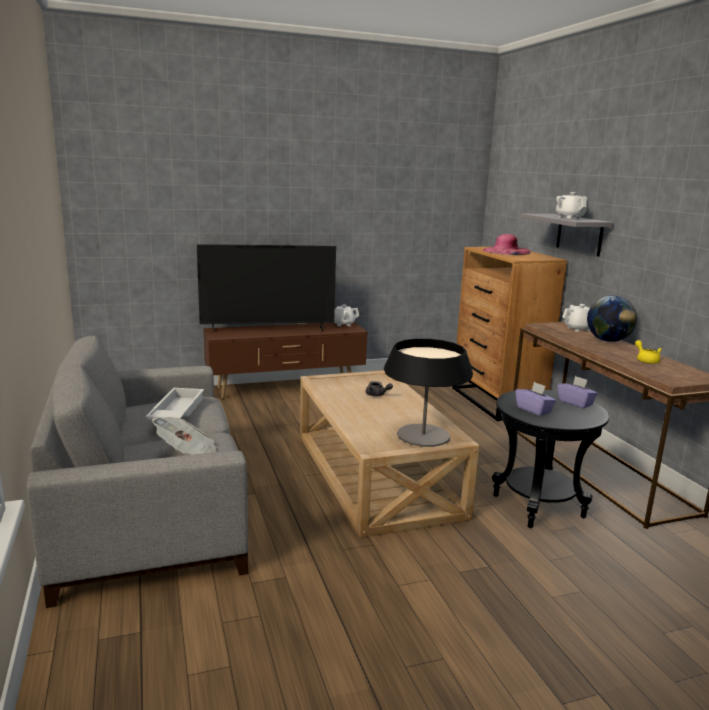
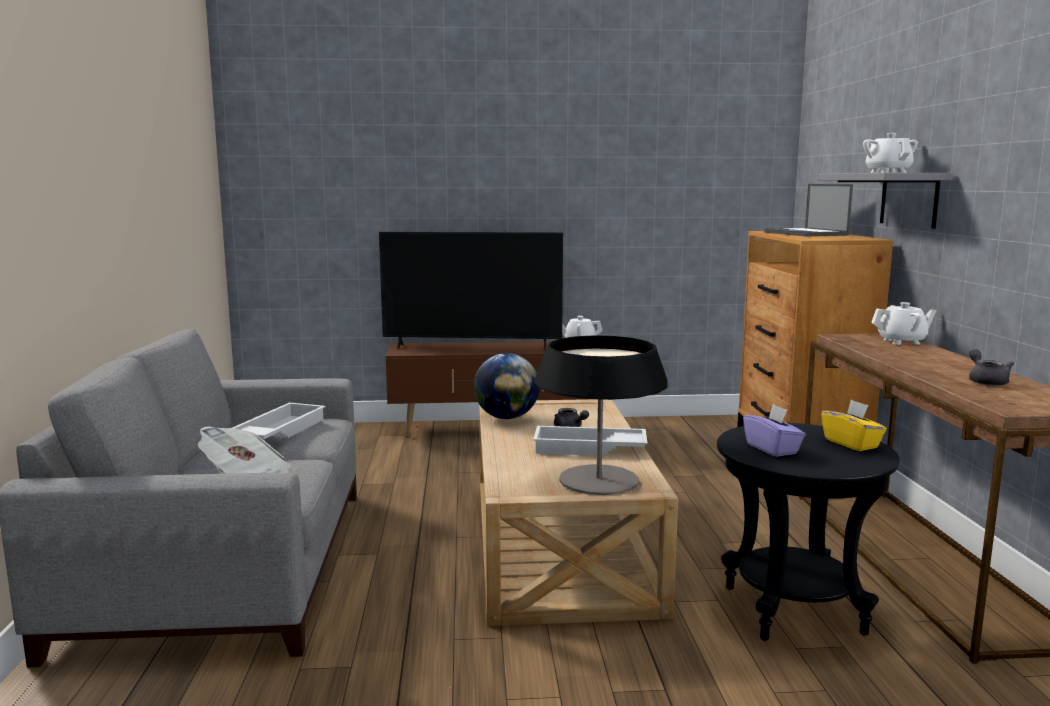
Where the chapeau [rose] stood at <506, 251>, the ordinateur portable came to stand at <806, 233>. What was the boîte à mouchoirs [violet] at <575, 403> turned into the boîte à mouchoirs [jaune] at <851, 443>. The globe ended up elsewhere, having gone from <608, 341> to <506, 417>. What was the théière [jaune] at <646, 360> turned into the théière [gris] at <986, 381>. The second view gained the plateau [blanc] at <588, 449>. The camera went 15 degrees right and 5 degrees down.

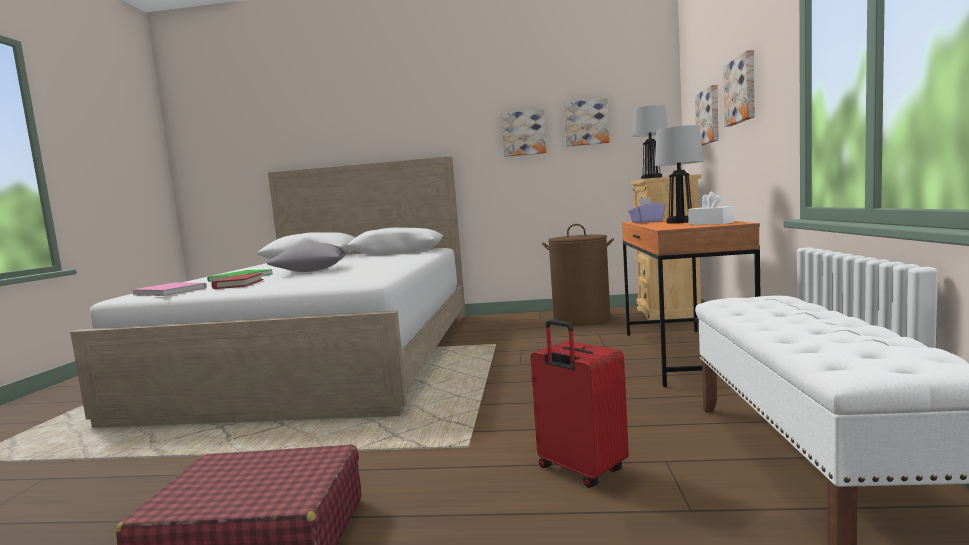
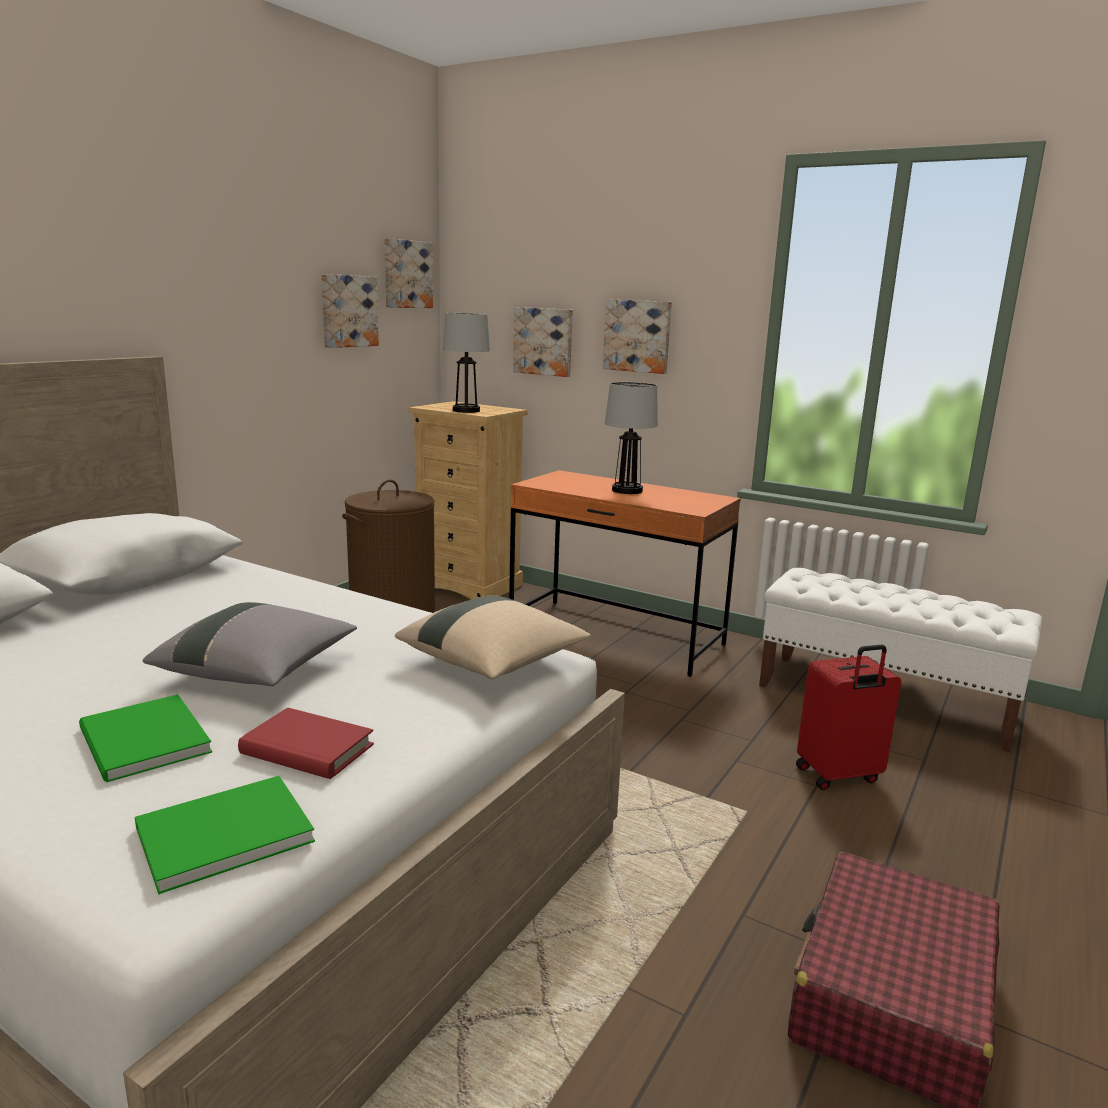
What was the livre [rose] at <170, 291> turned into the livre [vert] at <218, 834>. The tableau ended up elsewhere, having gone from <524, 133> to <406, 274>. The second view lost the boîte à mouchoirs [violet] at <647, 222>. The second view lost the boîte à mouchoirs [blanc] at <710, 223>. The second view gained the coussin [beige] at <494, 662>. The camera went 65 degrees left and 10 degrees up.

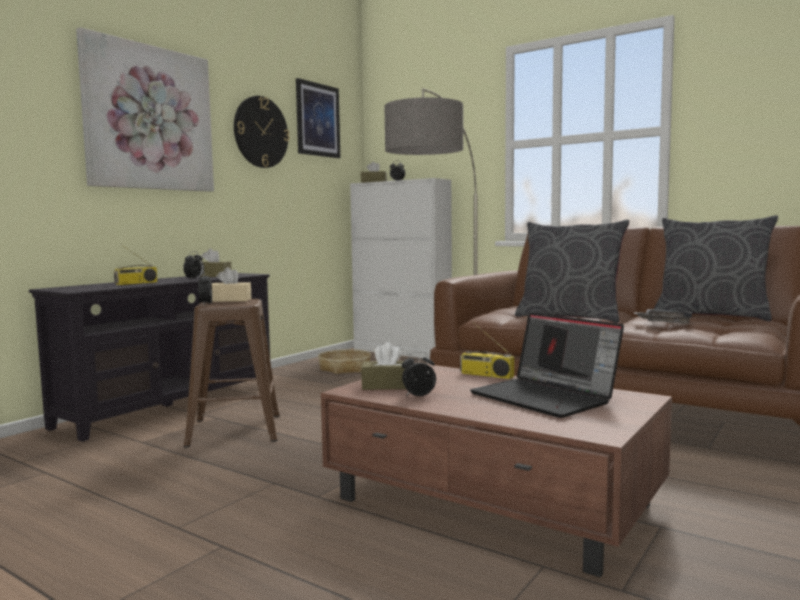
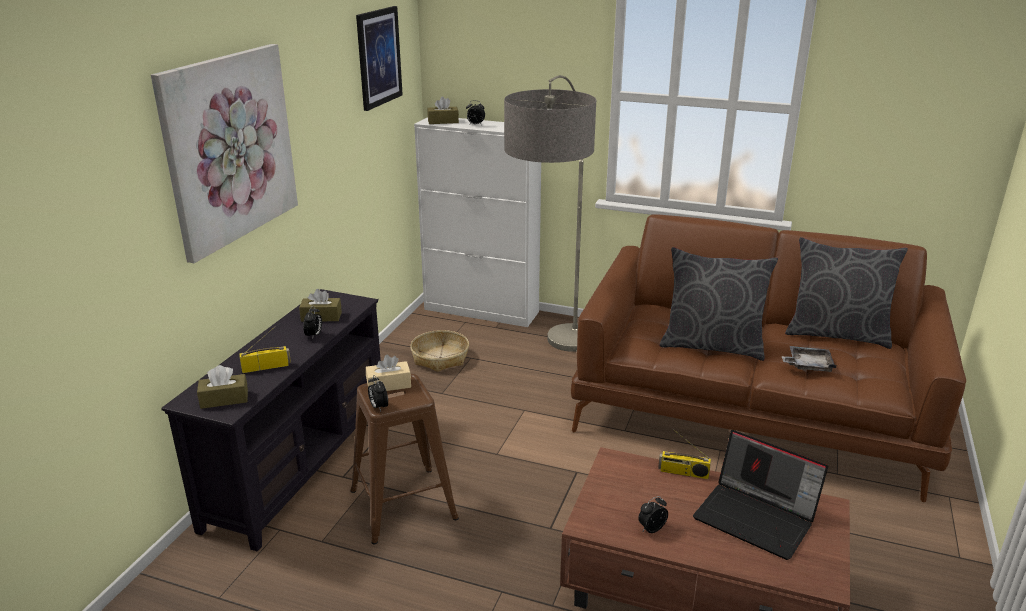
The radio at <136, 283> ended up facing another way, 135 degrees counterclockwise from before. The second view lost the horloge murale at <261, 132>. The boîte à mouchoirs [marron] ended up elsewhere, having gone from <388, 386> to <224, 399>. The camera went 15 degrees left and 20 degrees up.

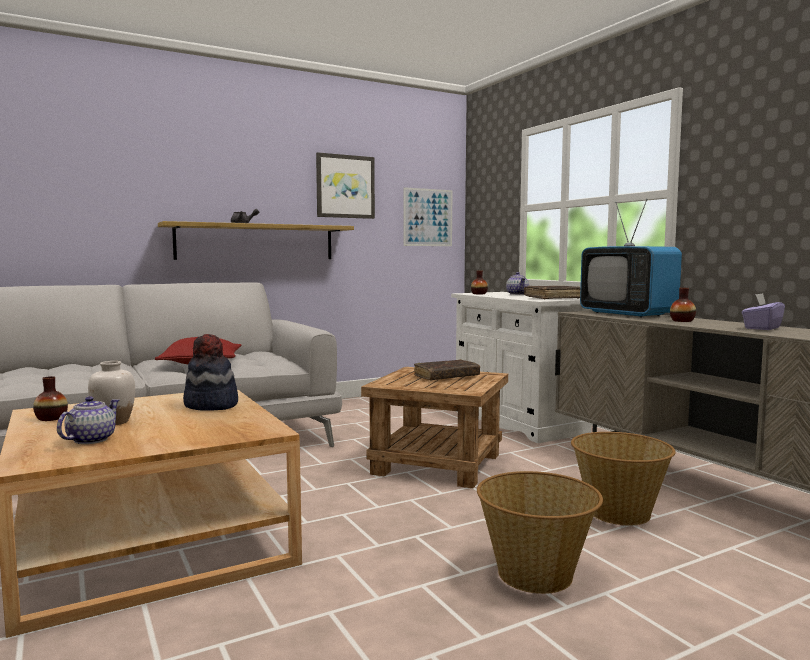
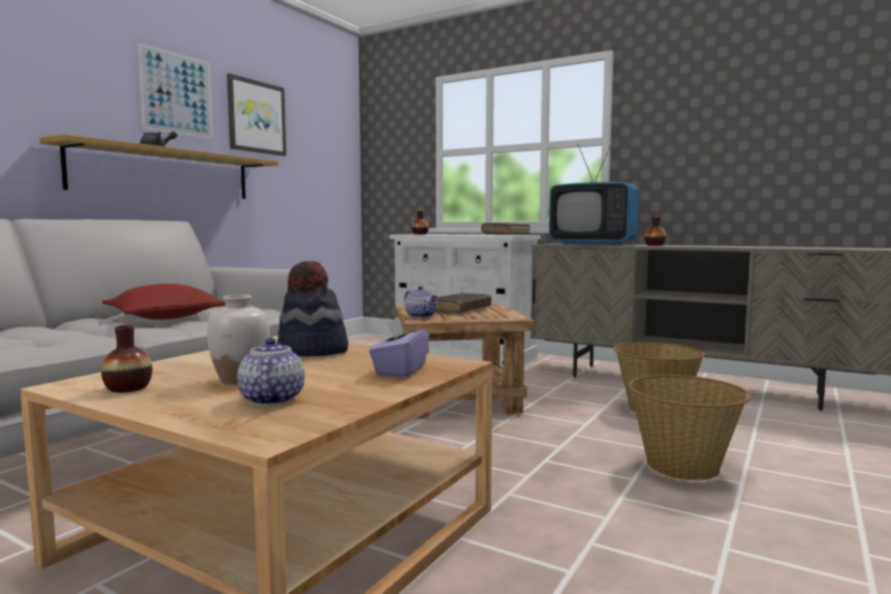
The tableau ended up elsewhere, having gone from <428, 217> to <177, 94>. The théière ended up elsewhere, having gone from <517, 294> to <420, 316>. The boîte à mouchoirs [violet] ended up elsewhere, having gone from <761, 328> to <400, 371>. The camera went 30 degrees left and 0 degrees up.

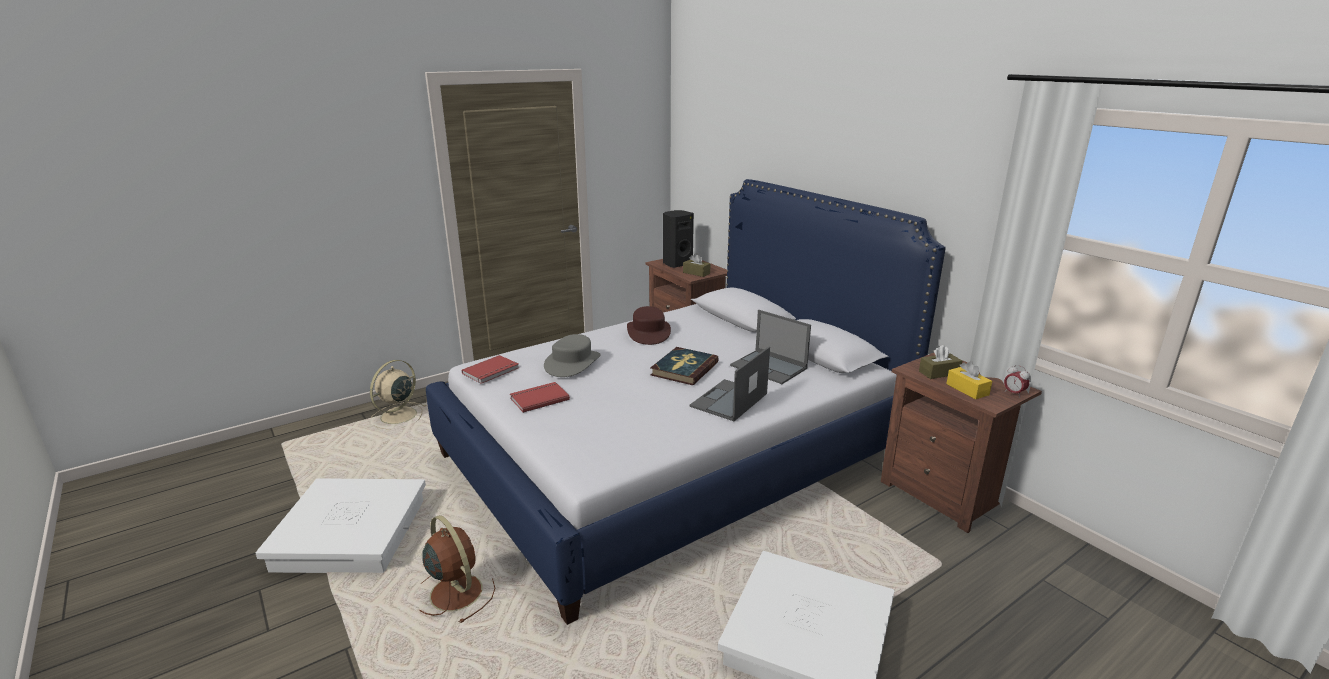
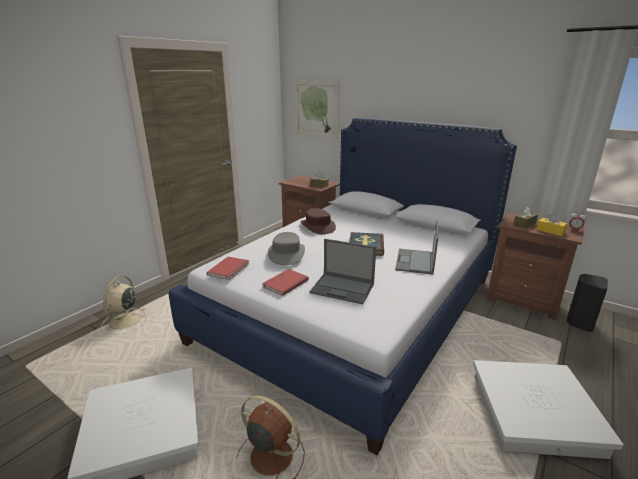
The enceinte [noir] ended up elsewhere, having gone from <677, 264> to <579, 323>. The ordinateur portable ended up elsewhere, having gone from <769, 367> to <343, 288>. The second view gained the tableau at <316, 109>. The camera went 20 degrees left and 0 degrees up.

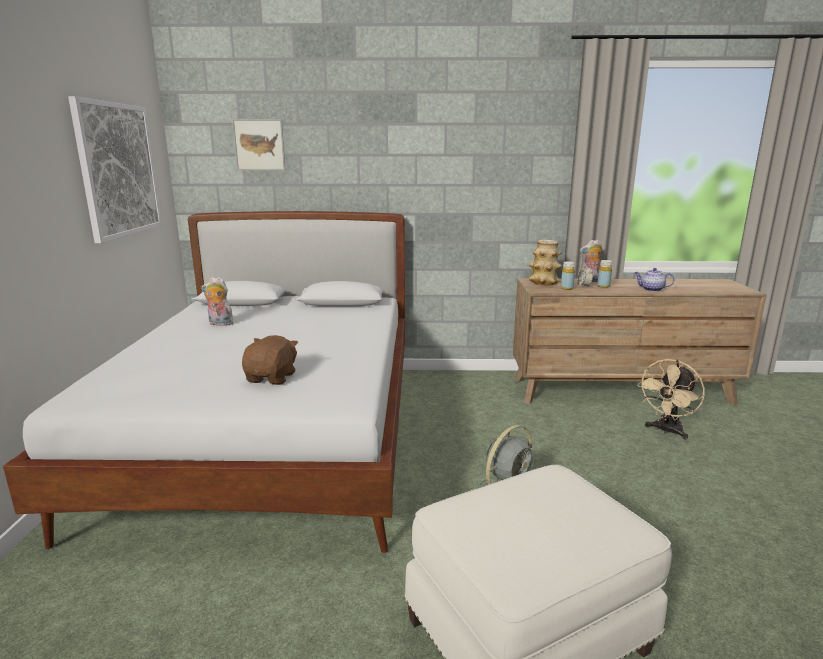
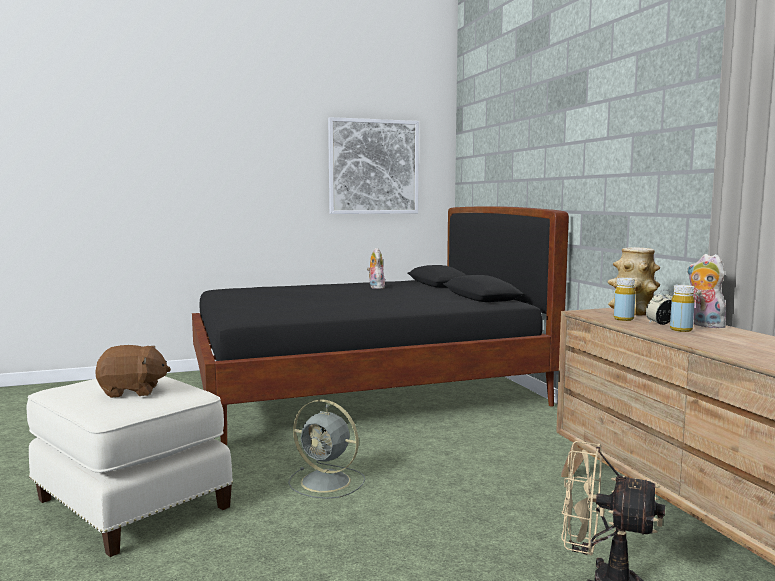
What was the lit [blanc] at <275, 437> turned into the lit [noir] at <363, 390>. The second view lost the tableau at <259, 145>. The peluche [marron] ended up elsewhere, having gone from <272, 378> to <132, 391>. The second view lost the théière at <651, 289>. The camera went 70 degrees right and 10 degrees down.

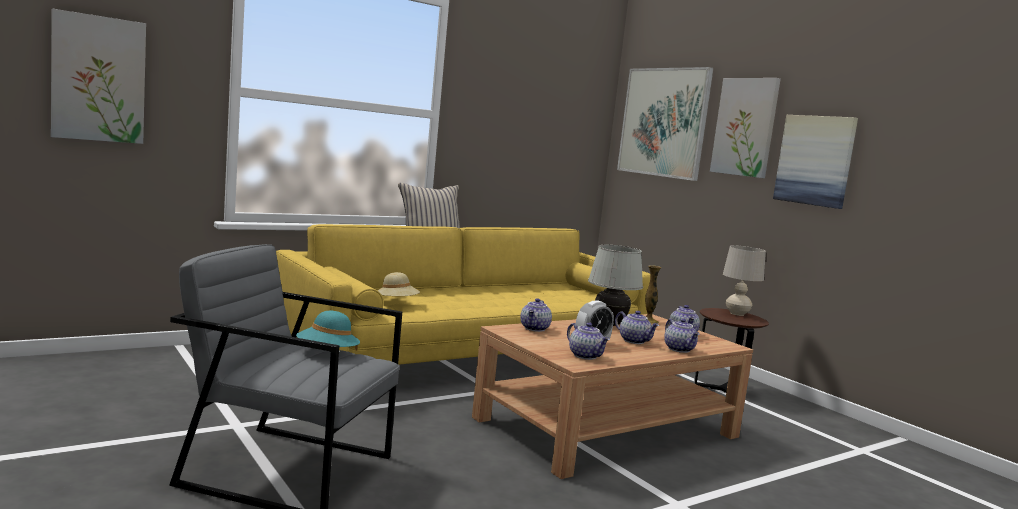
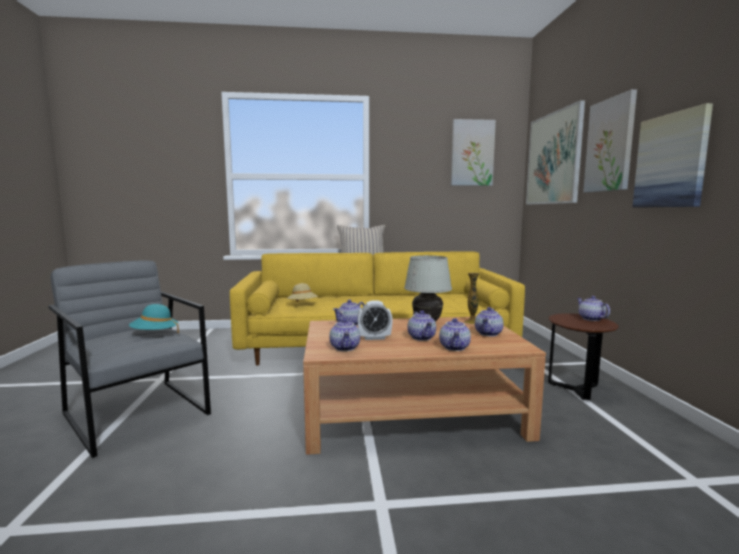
The tableau ended up elsewhere, having gone from <98, 79> to <472, 153>. Where the lampe de table [beige] stood at <737, 314>, the théière came to stand at <590, 319>. The camera went 30 degrees right and 0 degrees up.

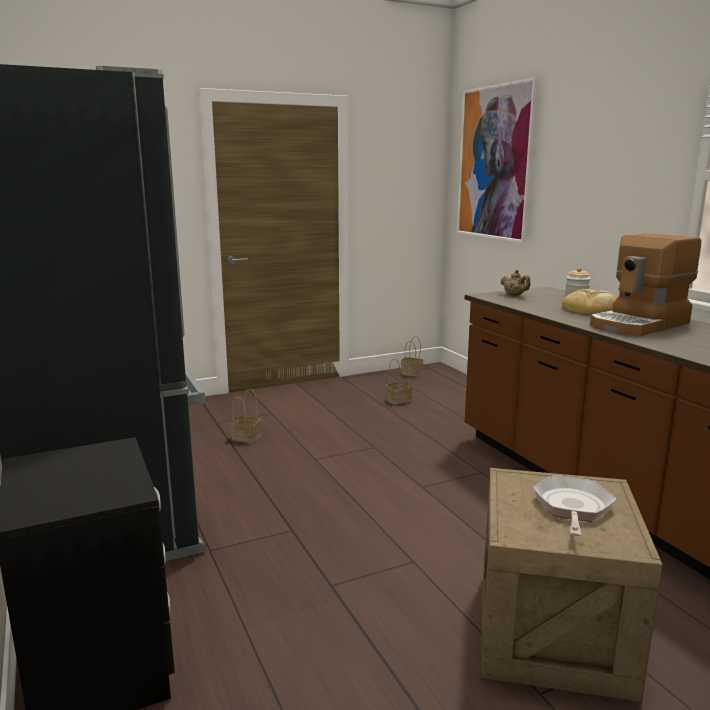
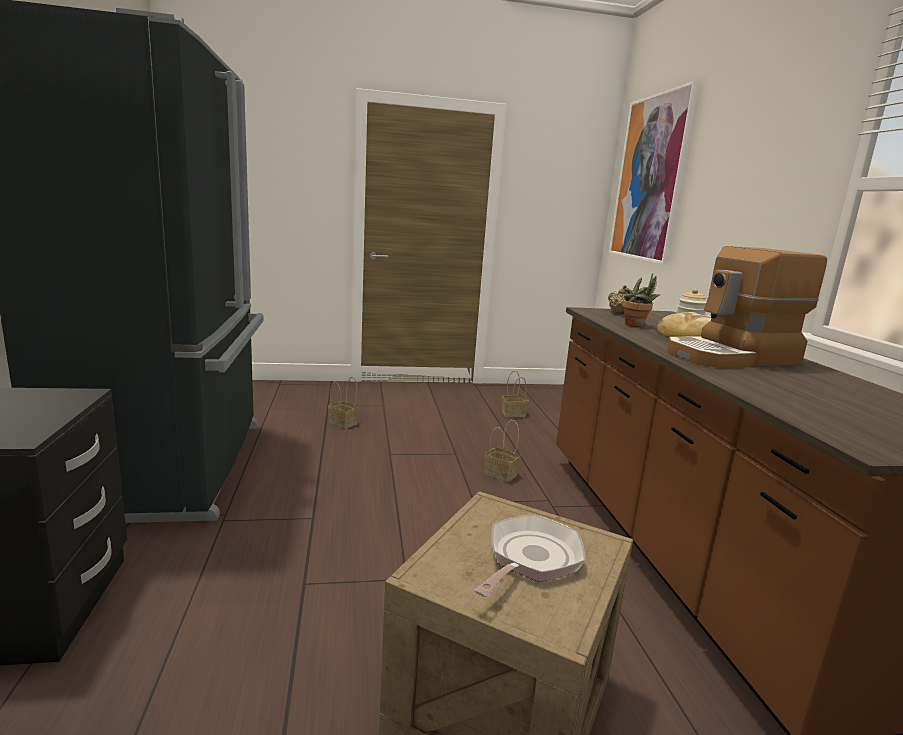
The panier ended up elsewhere, having gone from <412, 373> to <501, 474>. The second view gained the plante en pot at <636, 325>. The camera went 15 degrees right and 0 degrees up.

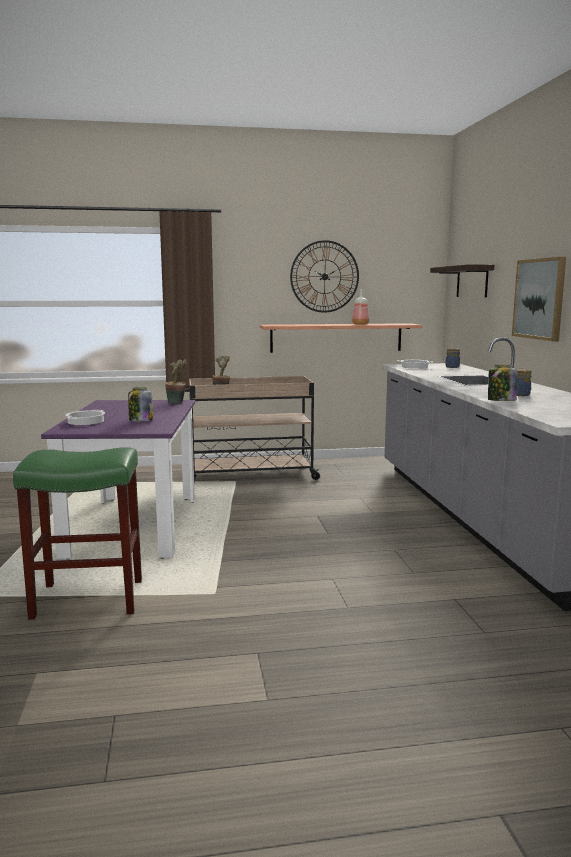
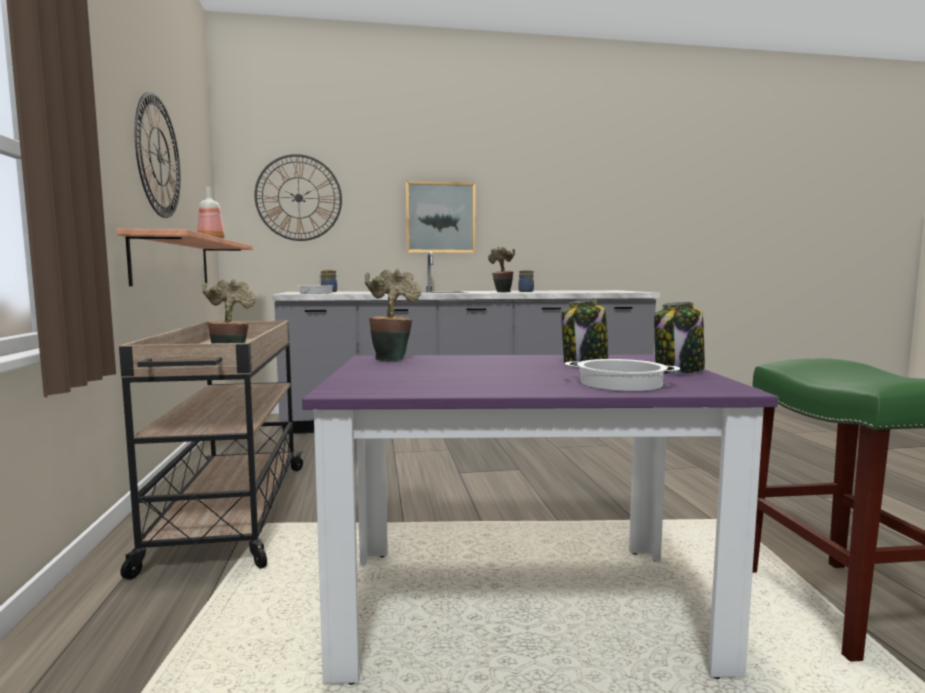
Where the étagère hung at <472, 281>, the horloge murale came to hang at <298, 198>. The bocal ended up elsewhere, having gone from <501, 400> to <678, 371>. The second view gained the plante en pot at <502, 292>. The camera went 90 degrees left and 5 degrees down.

